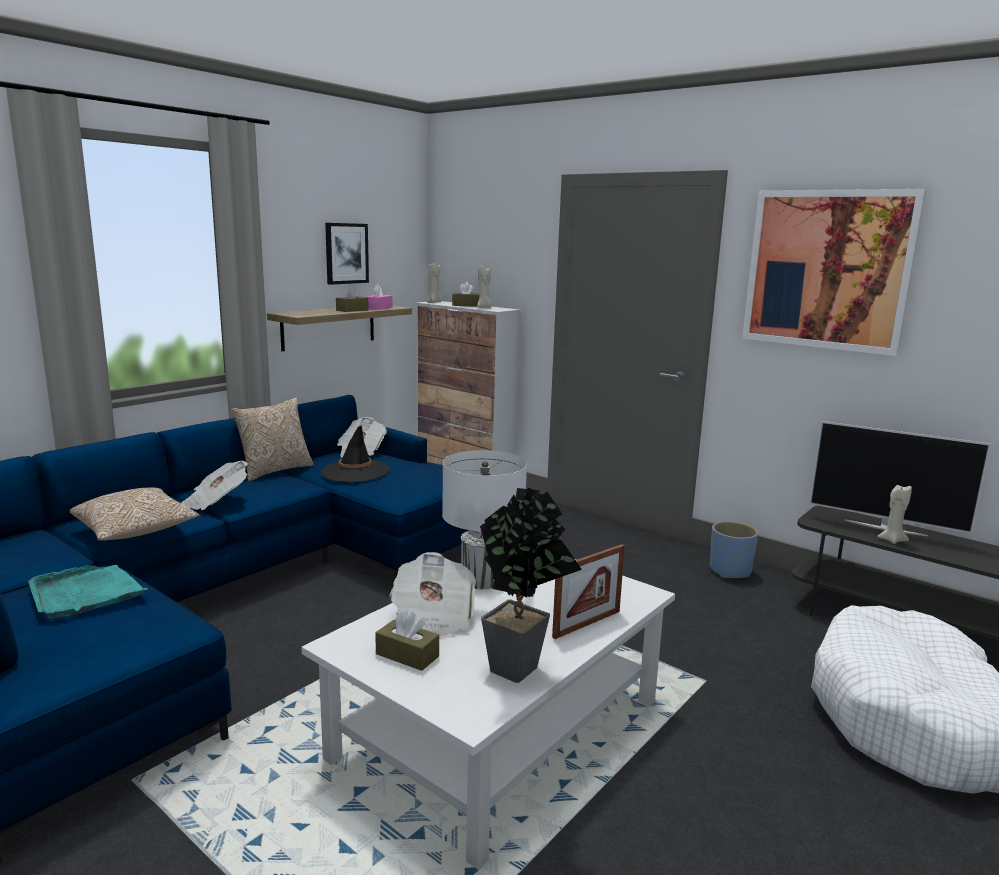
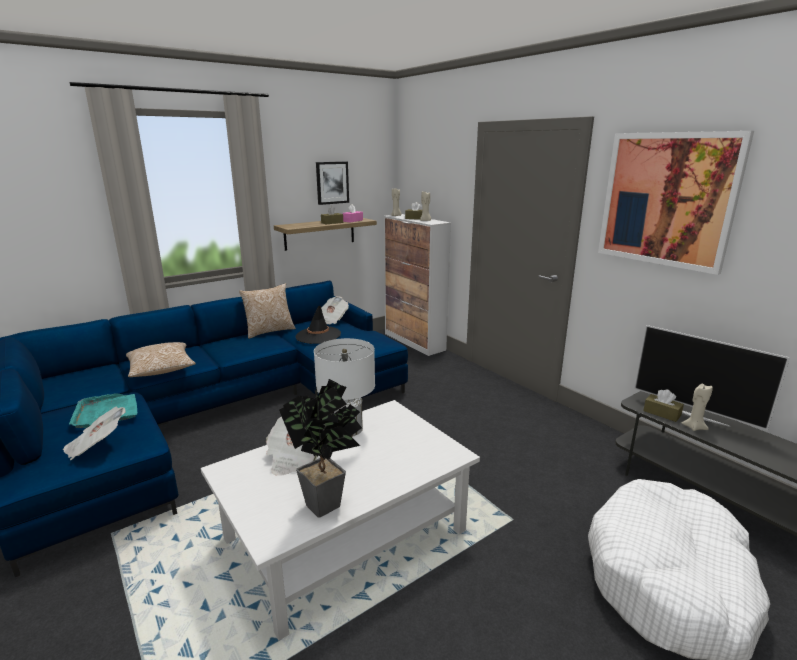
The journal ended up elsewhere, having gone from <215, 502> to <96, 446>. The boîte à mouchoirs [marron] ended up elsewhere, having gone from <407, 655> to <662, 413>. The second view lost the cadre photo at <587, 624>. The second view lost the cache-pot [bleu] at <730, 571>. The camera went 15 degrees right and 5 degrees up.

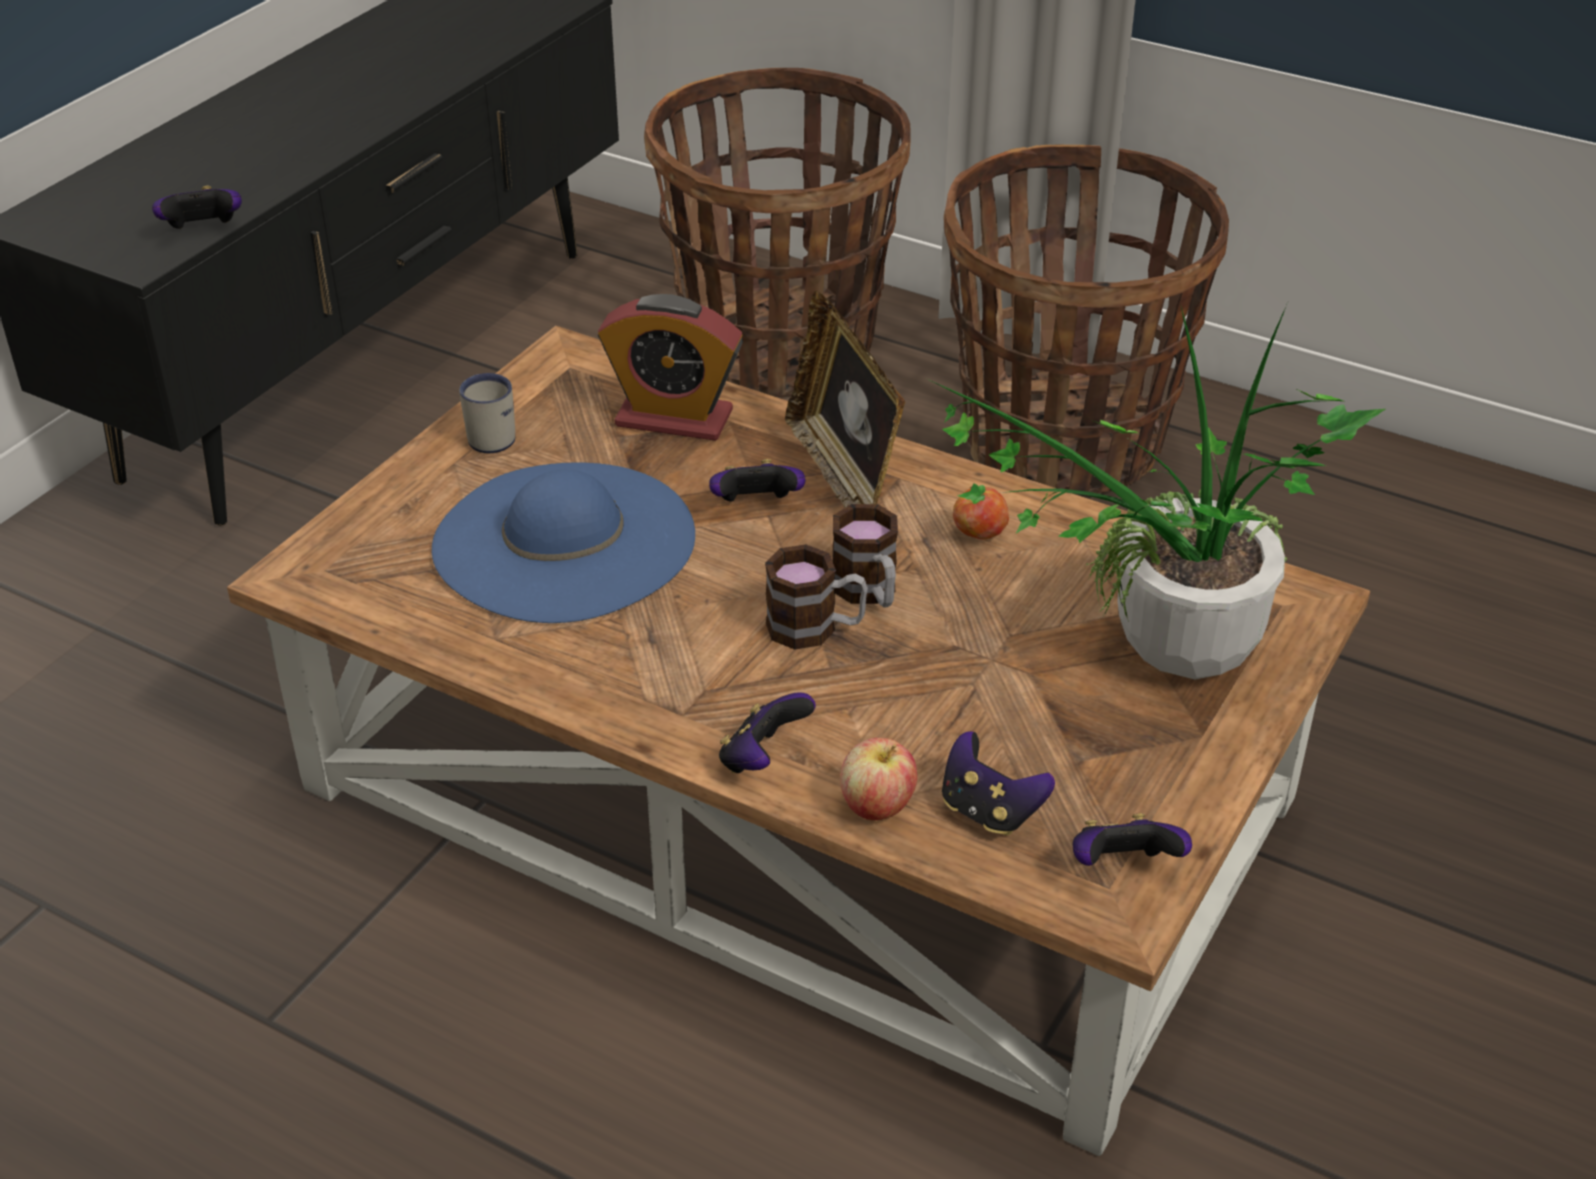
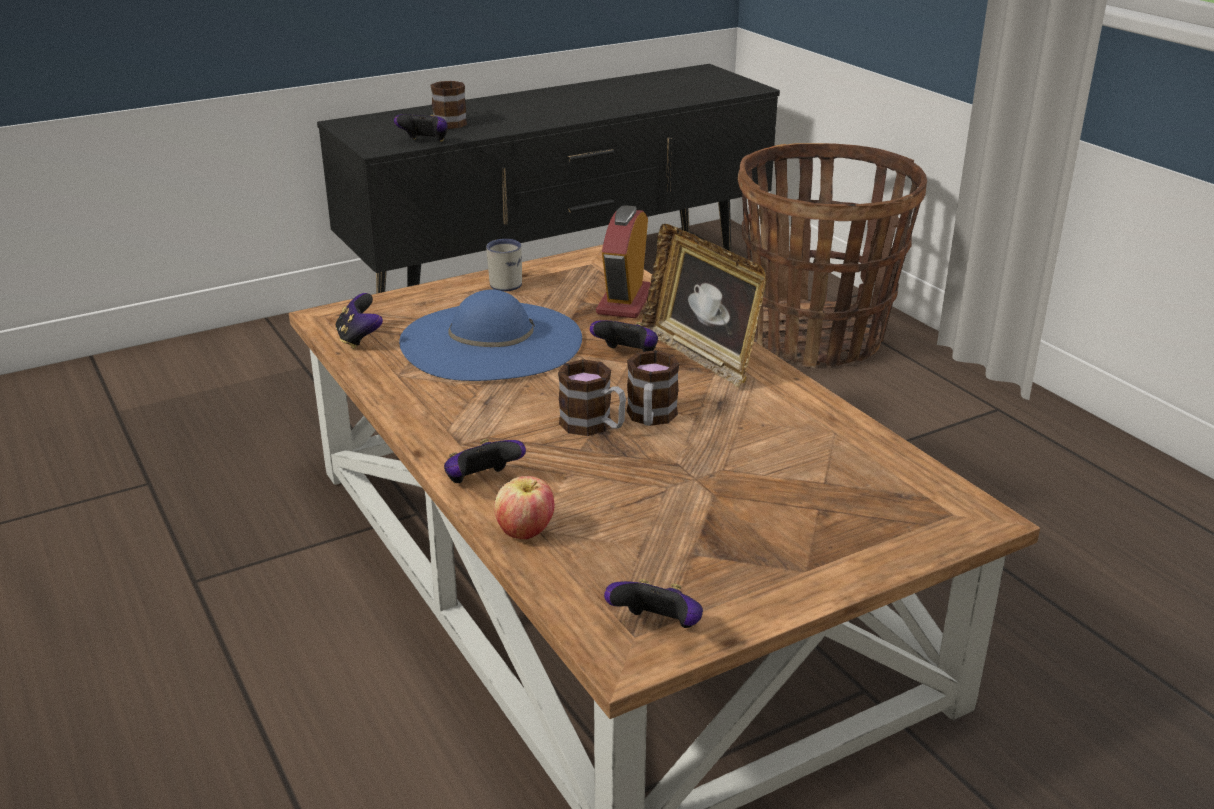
The réveil at <674, 418> ended up facing another way, 60 degrees clockwise from before. The cadre photo at <843, 475> ended up facing another way, 45 degrees counterclockwise from before. The second view lost the plante en pot at <1156, 660>. The manette ended up elsewhere, having gone from <989, 811> to <359, 339>. The second view lost the panier at <1063, 442>. The second view lost the pomme at <979, 535>. The second view gained the mug at <452, 121>. The camera went 30 degrees right and 10 degrees down.

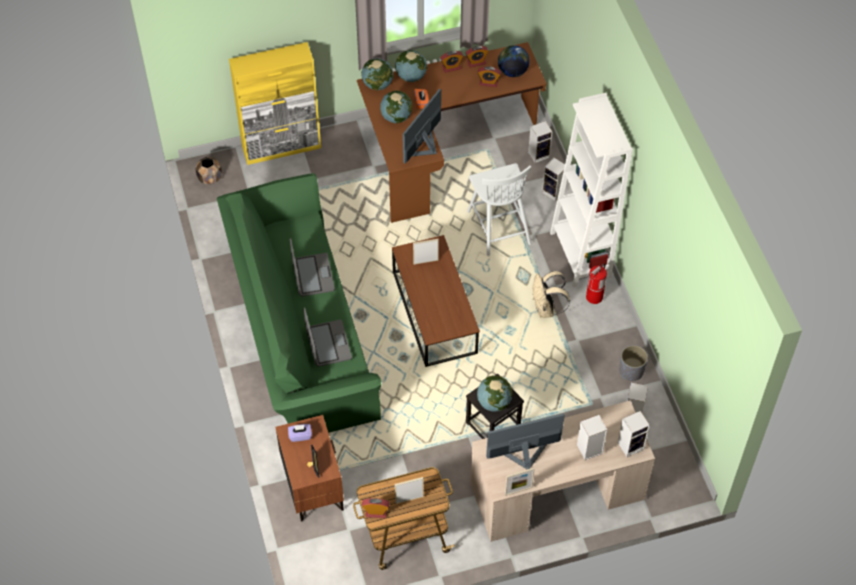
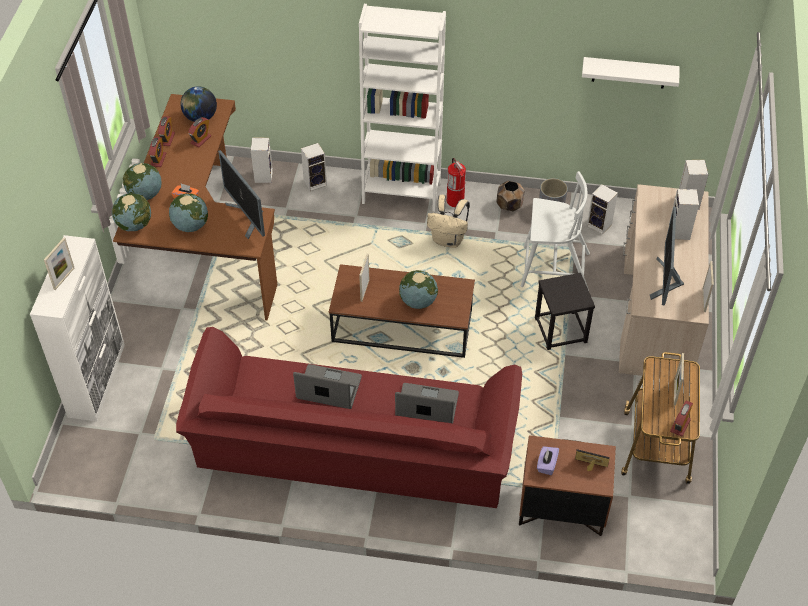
The cache-pot [marron] ended up elsewhere, having gone from <210, 178> to <509, 205>. What was the canapé [vert] at <298, 328> turned into the canapé [rouge] at <352, 450>. What was the meuble de rangement [jaune] at <282, 147> turned into the meuble de rangement [blanc] at <97, 380>. The chaise [blanc] ended up elsewhere, having gone from <498, 226> to <553, 269>. The globe ended up elsewhere, having gone from <494, 402> to <418, 301>. The second view gained the cadre photo at <64, 278>. The second view gained the étagère [blanc] at <629, 73>. The camera went 65 degrees left and 5 degrees down.

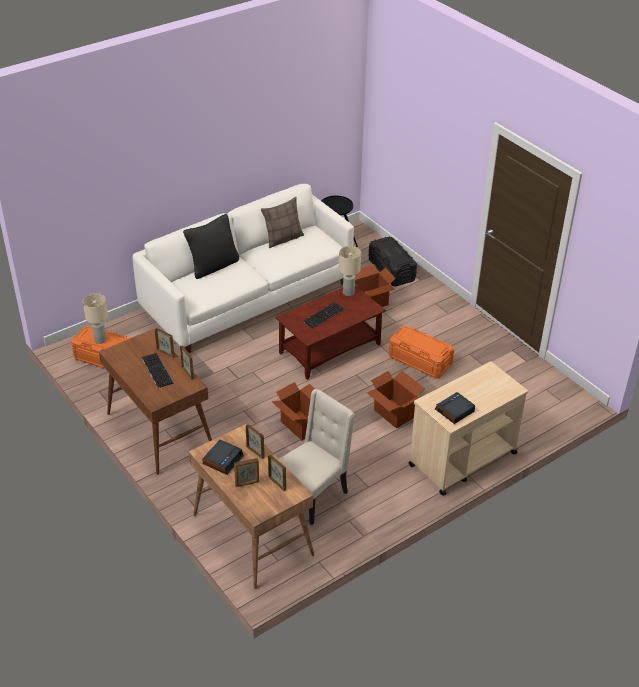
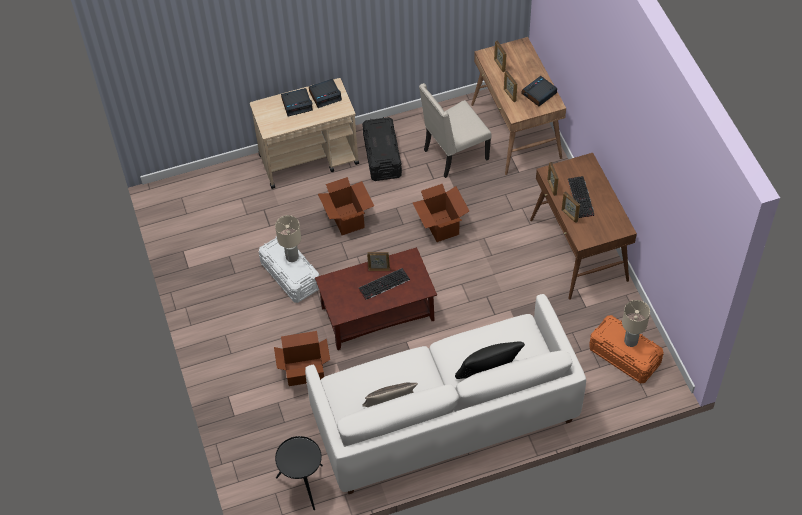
The cadre photo ended up elsewhere, having gone from <247, 483> to <379, 269>. The lampe de table [beige] ended up elsewhere, having gone from <348, 292> to <292, 257>. The boîte de rangement [noir] ended up elsewhere, having gone from <391, 270> to <382, 156>. What was the boîte de rangement [orange] at <420, 361> turned into the boîte de rangement [blanc] at <290, 276>. The second view gained the réveil at <297, 104>. The camera went 160 degrees left and 15 degrees up.

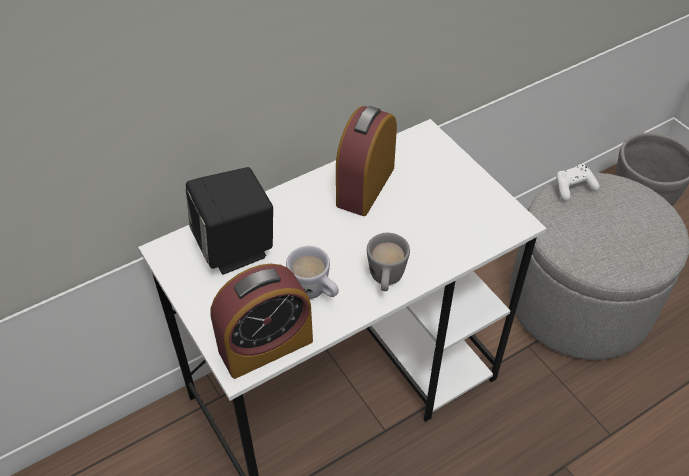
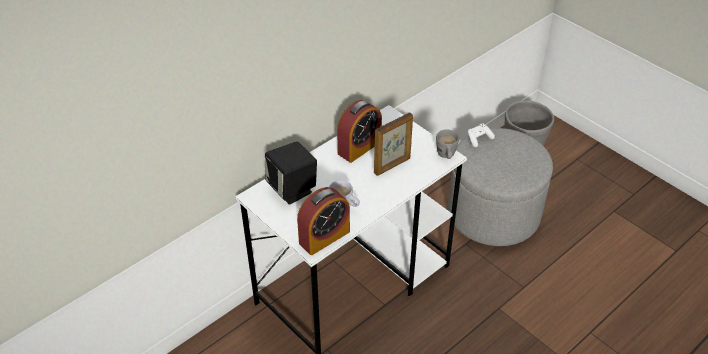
The réveil at <365, 186> ended up facing another way, 150 degrees counterclockwise from before. The mug [gris] ended up elsewhere, having gone from <386, 280> to <446, 156>. The second view gained the cadre photo at <392, 166>. The camera went 10 degrees left and 5 degrees down.

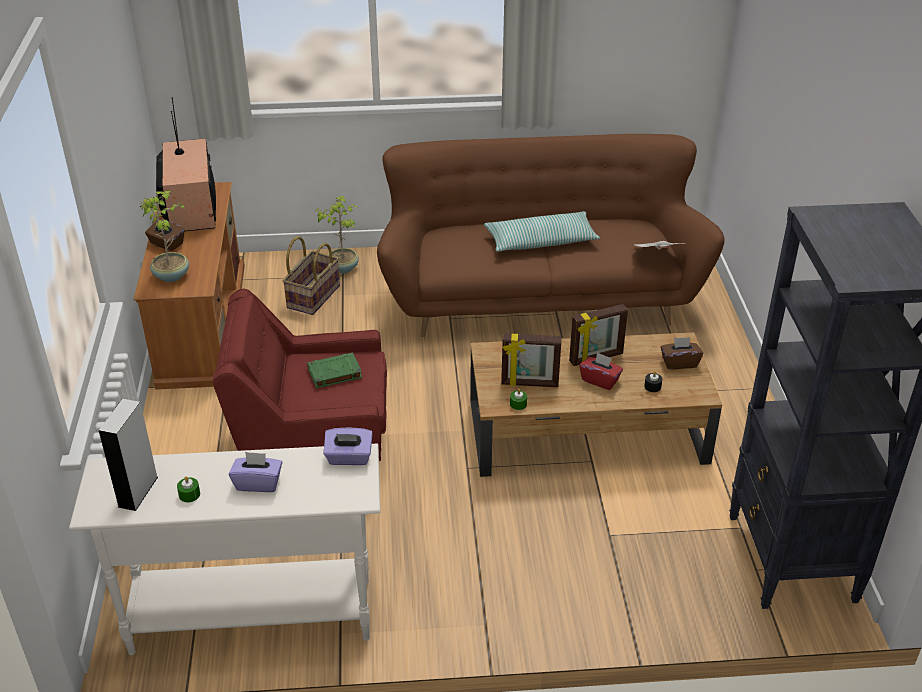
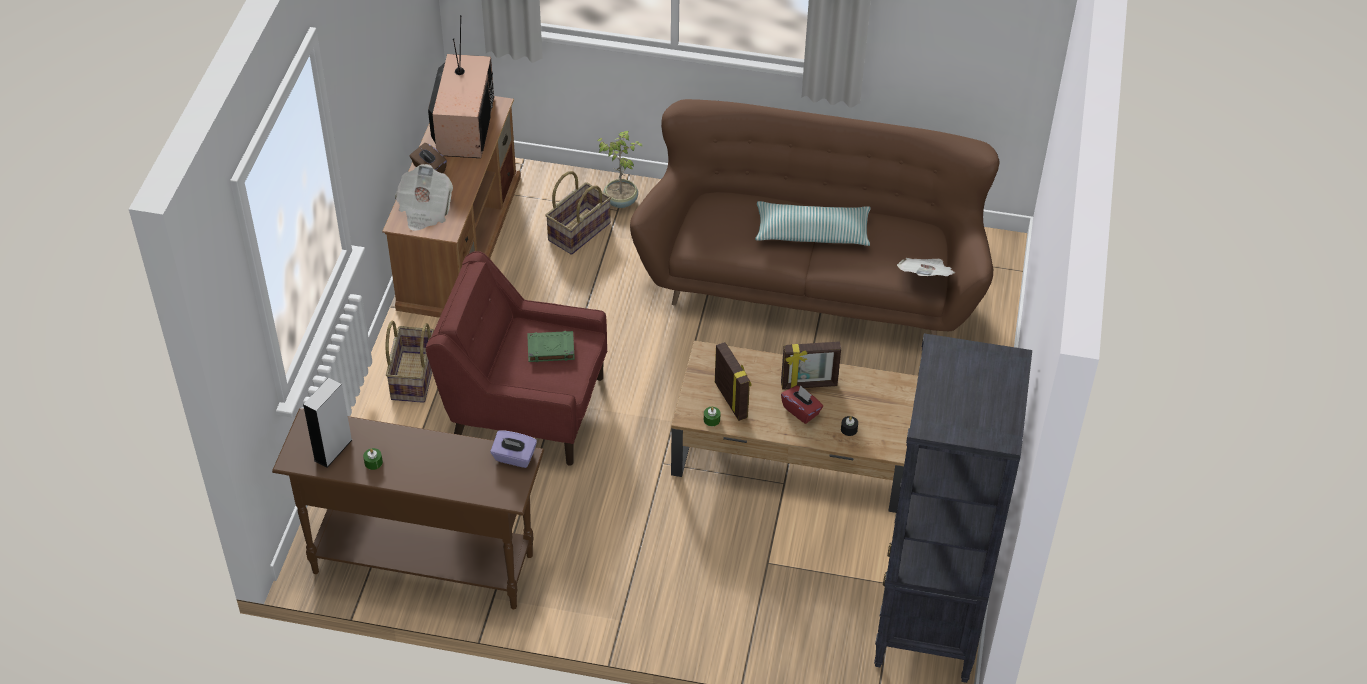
What was the table console [blanc] at <251, 616> turned into the table console [marron] at <422, 563>. Where the plante en pot stood at <172, 275>, the journal came to stand at <424, 210>. The second view lost the boîte à mouchoirs [violet] at <258, 483>. The cadre photo at <529, 384> ended up facing another way, 135 degrees counterclockwise from before. The second view lost the boîte à mouchoirs [marron] at <679, 363>. The second view gained the panier at <412, 377>. The camera went 15 degrees right and 10 degrees up.

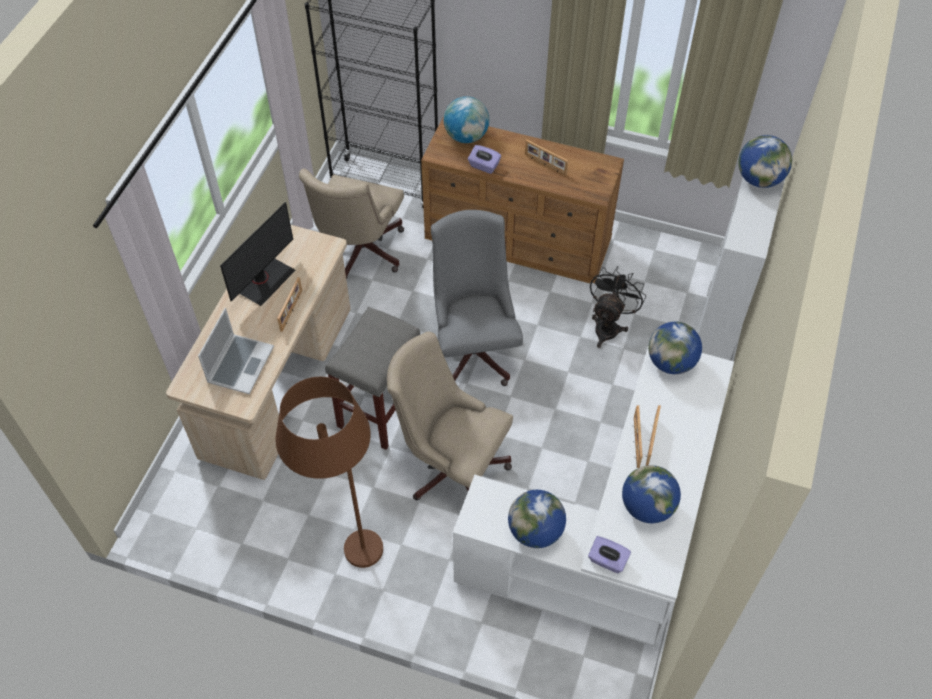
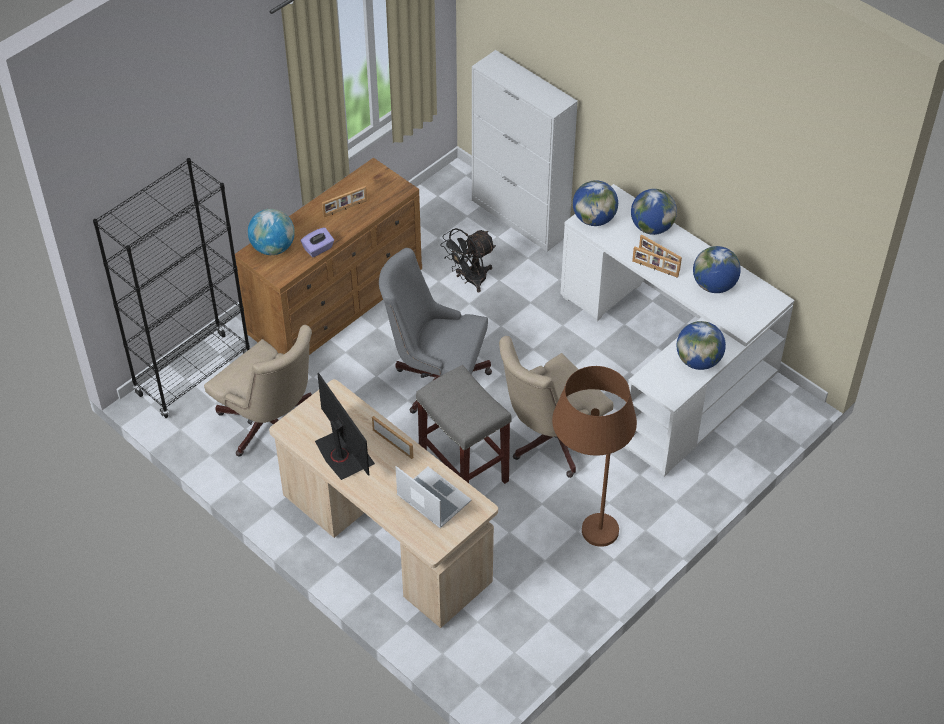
The second view lost the boîte à mouchoirs [violet] at <607, 560>. The ventilateur [noir] at <608, 326> ended up facing another way, 90 degrees counterclockwise from before. The globe ended up elsewhere, having gone from <759, 179> to <651, 227>. The camera went 65 degrees left and 5 degrees down.

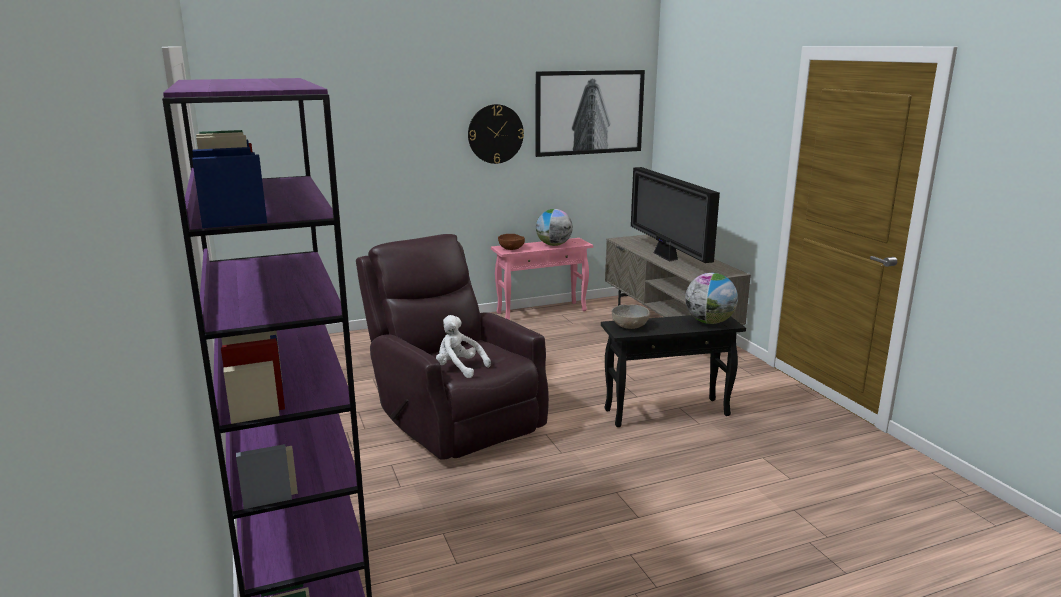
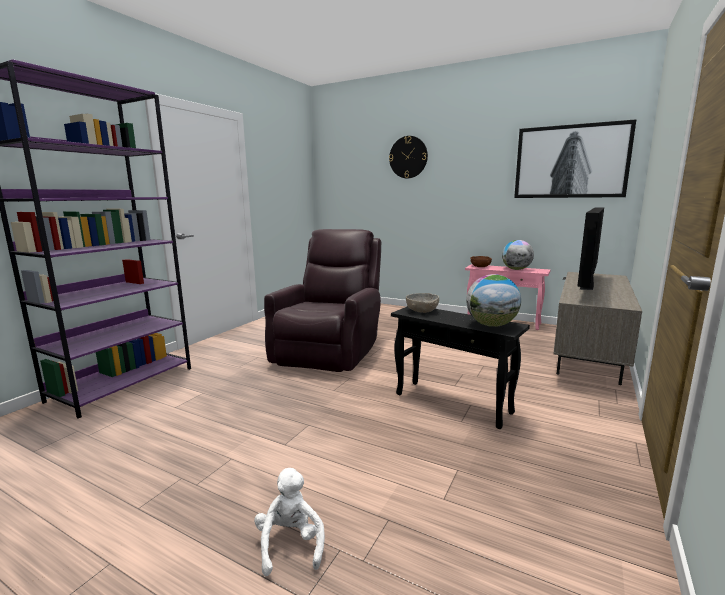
The peluche [blanc] ended up elsewhere, having gone from <459, 368> to <290, 544>. The horloge murale ended up elsewhere, having gone from <495, 134> to <408, 157>. The camera went 50 degrees right and 5 degrees down.

